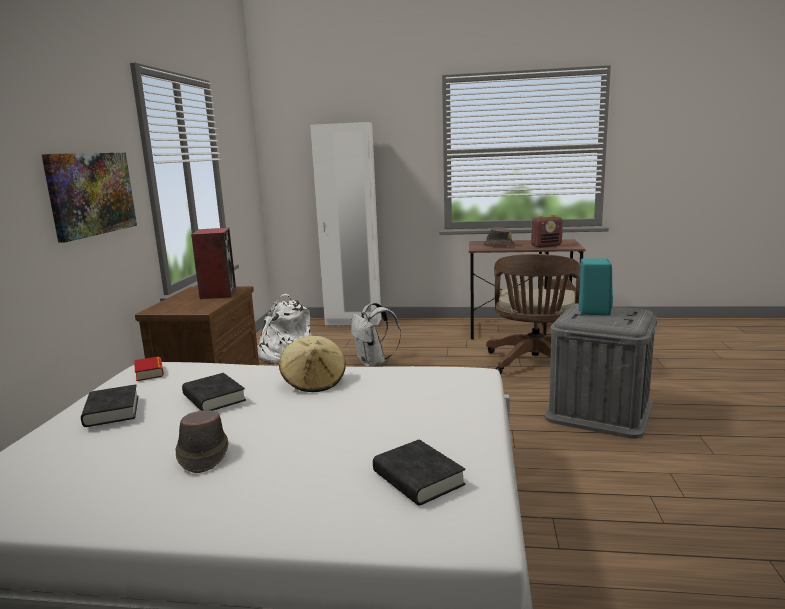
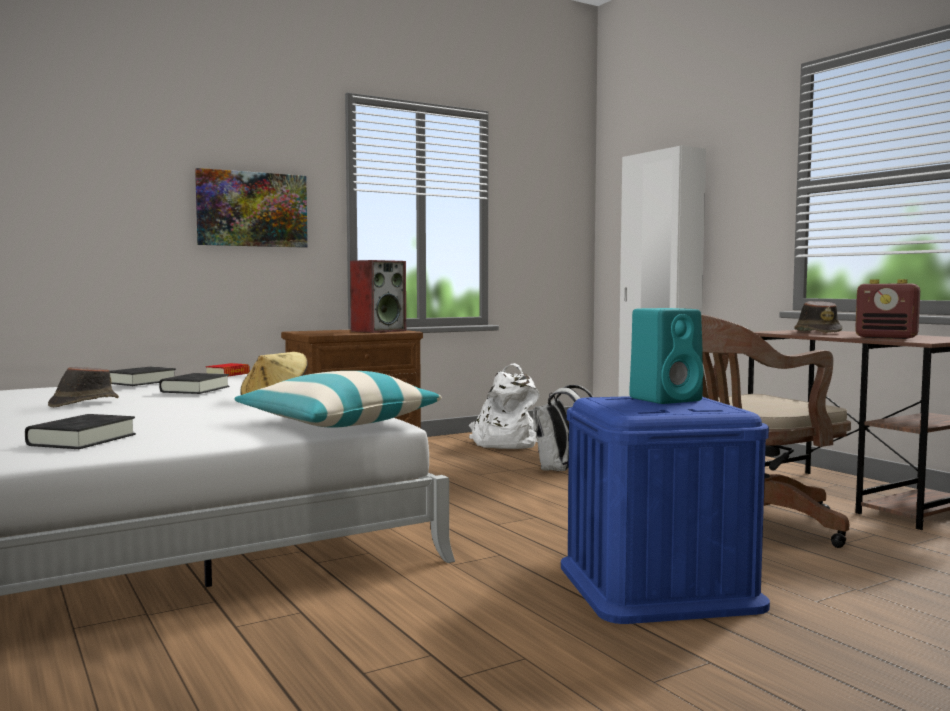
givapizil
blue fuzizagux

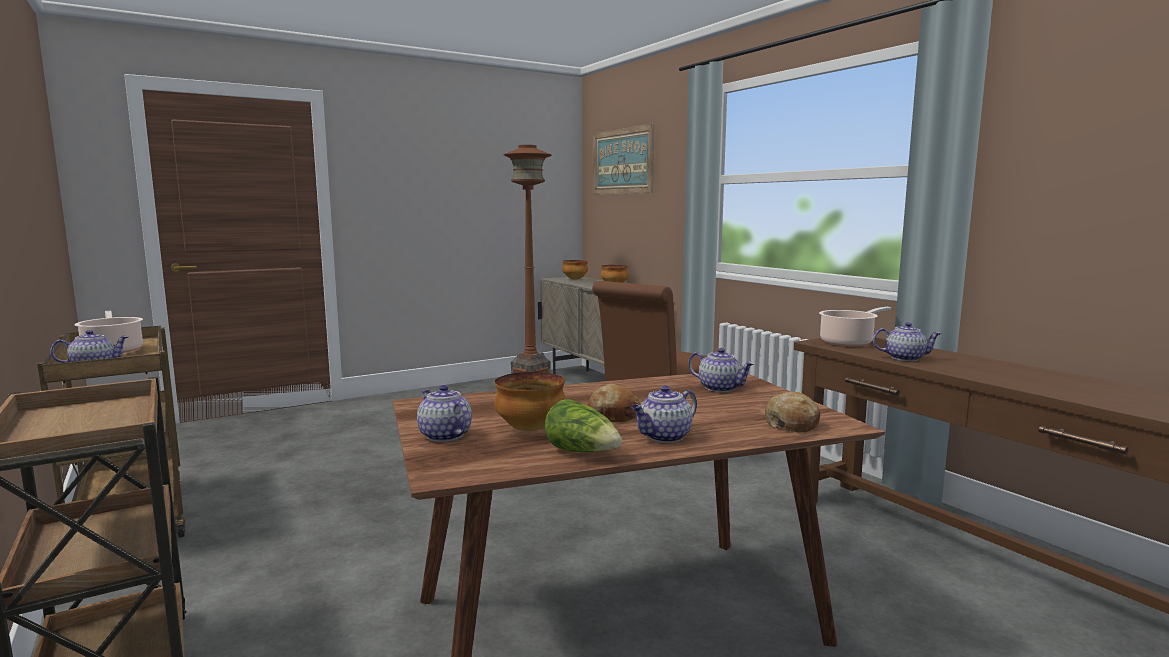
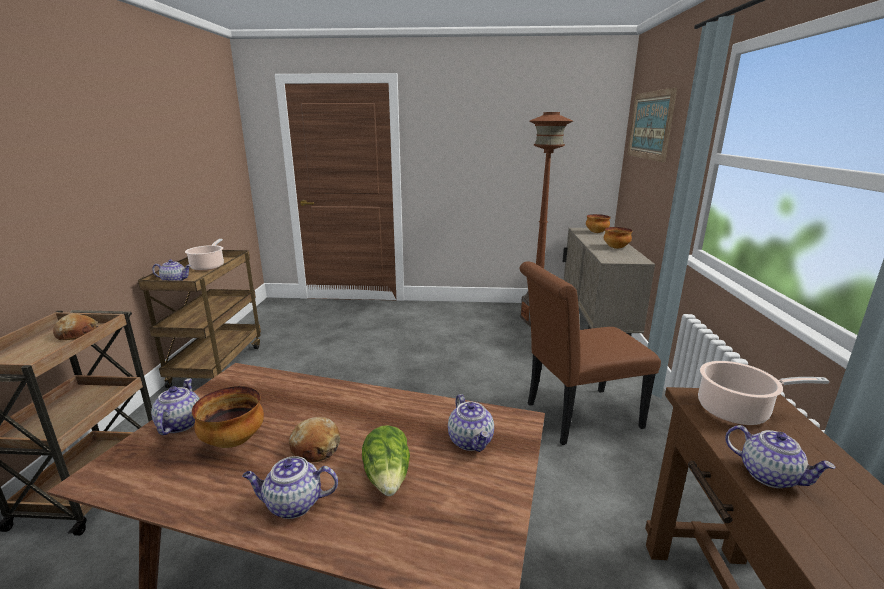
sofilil (no. 1 from left)
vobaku

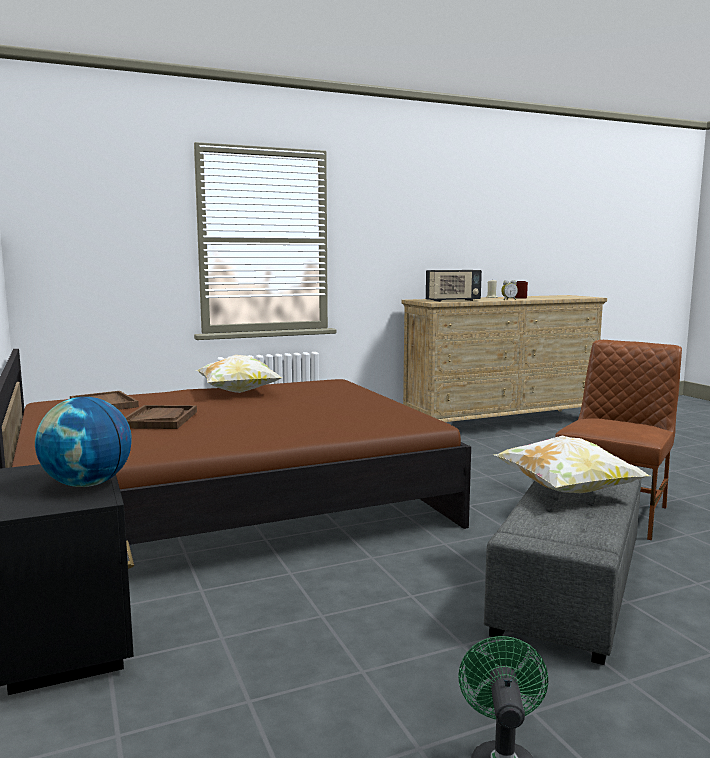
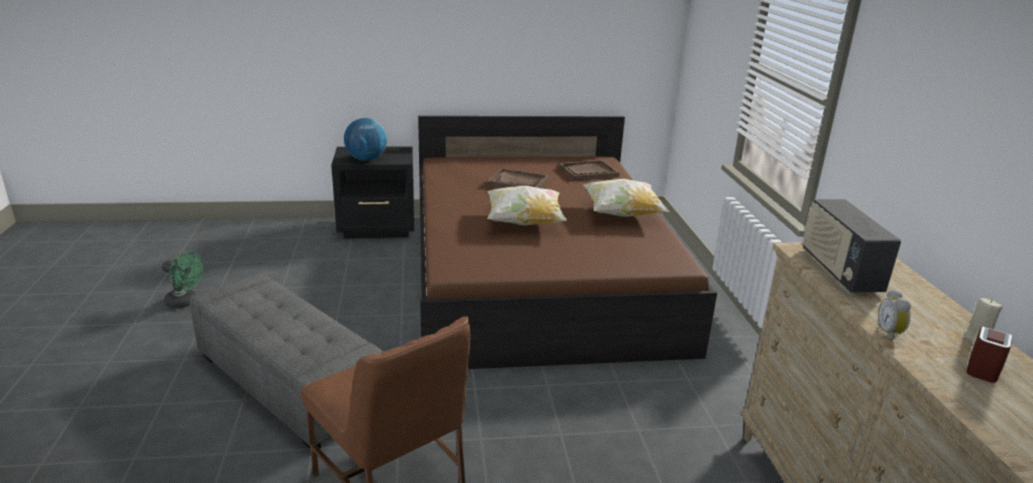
givapizil (no. 1 from left)

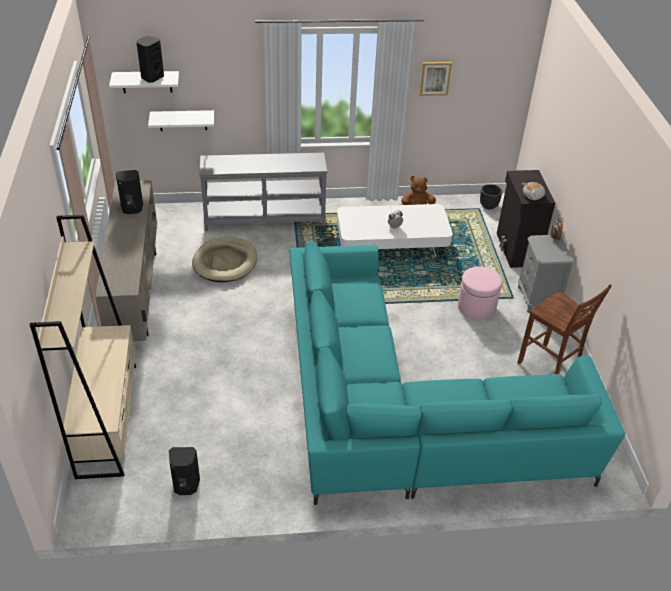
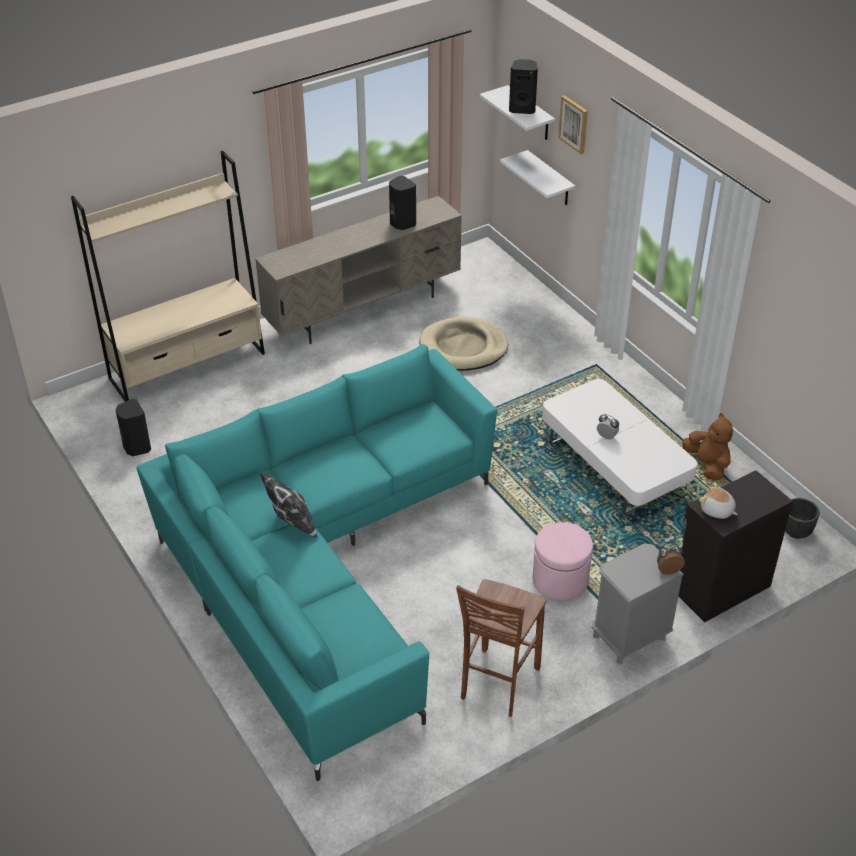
givapizil
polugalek
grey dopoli

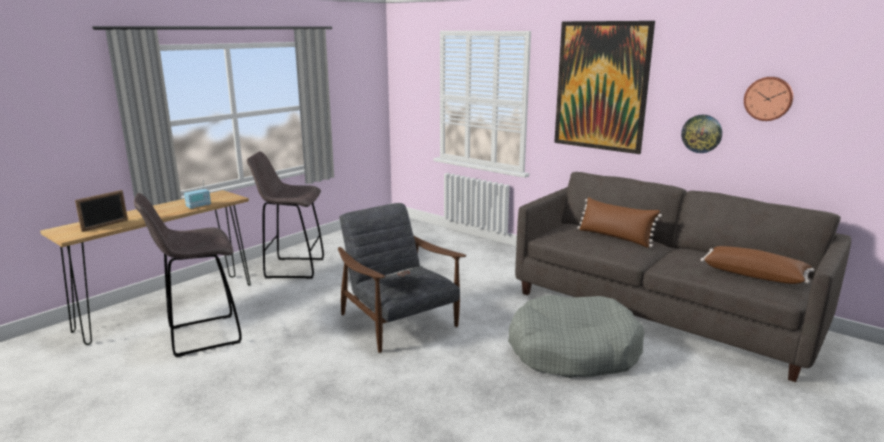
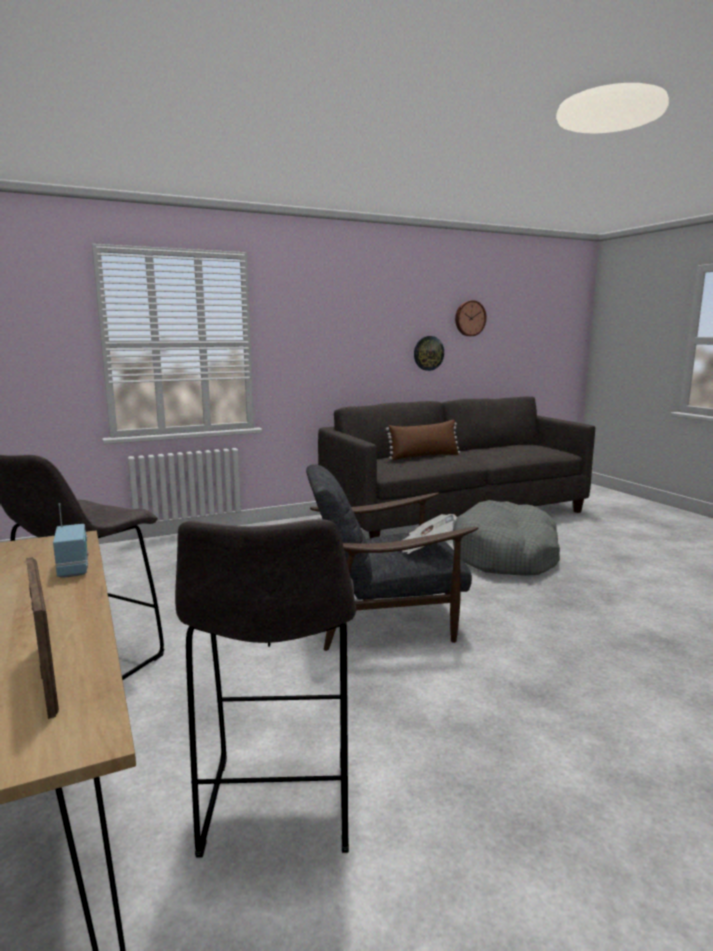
polugalek
brown givapizil (no. 2 from left in the first image)

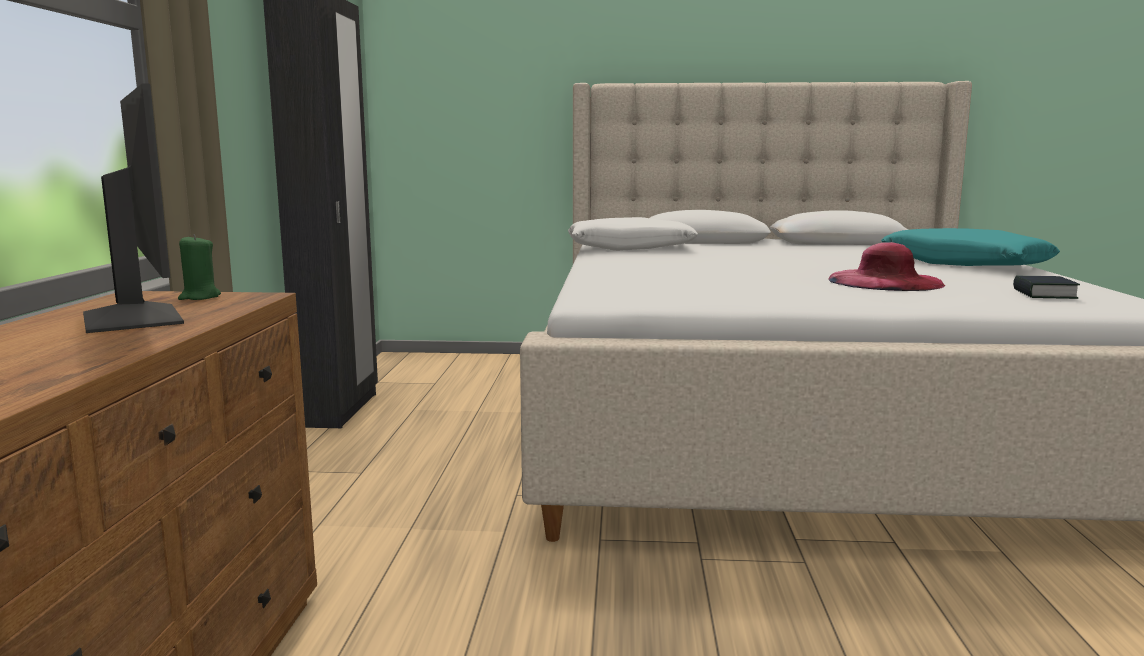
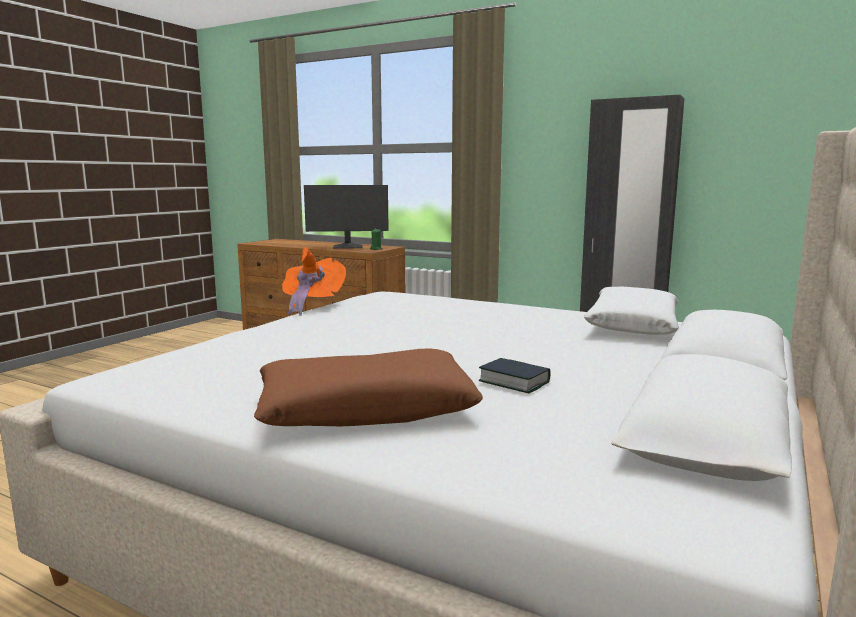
brown givapizil
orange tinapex
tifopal
pink tinapex

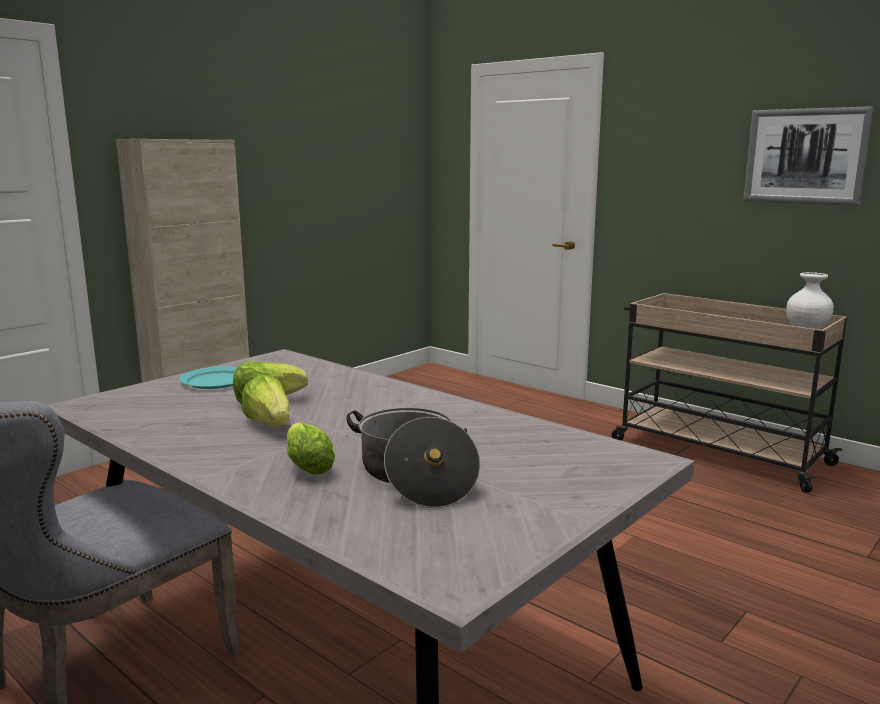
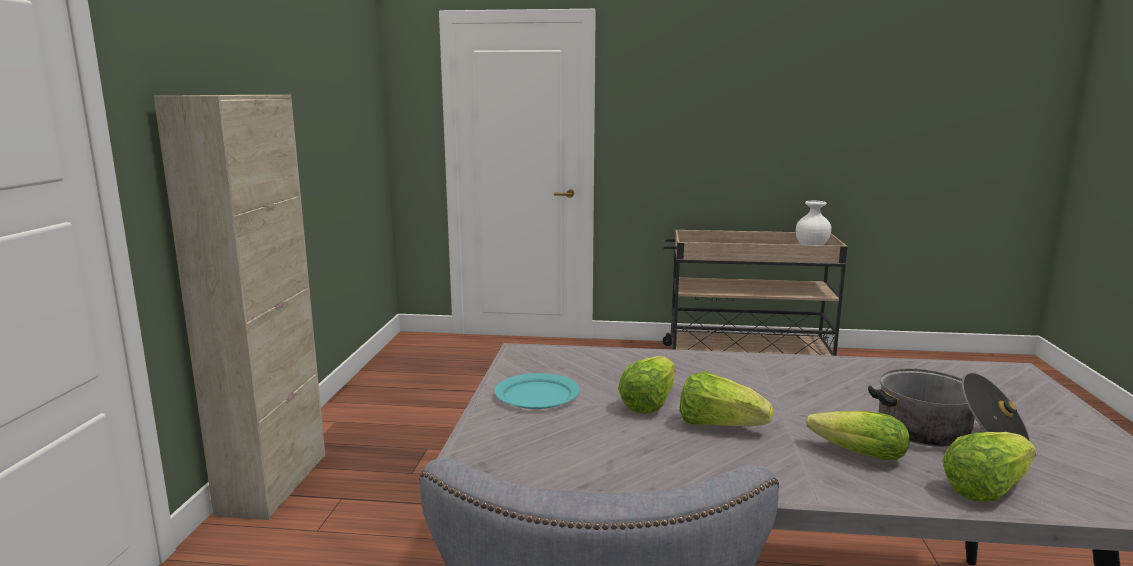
vobaku (no. 4 from left)
polugalek

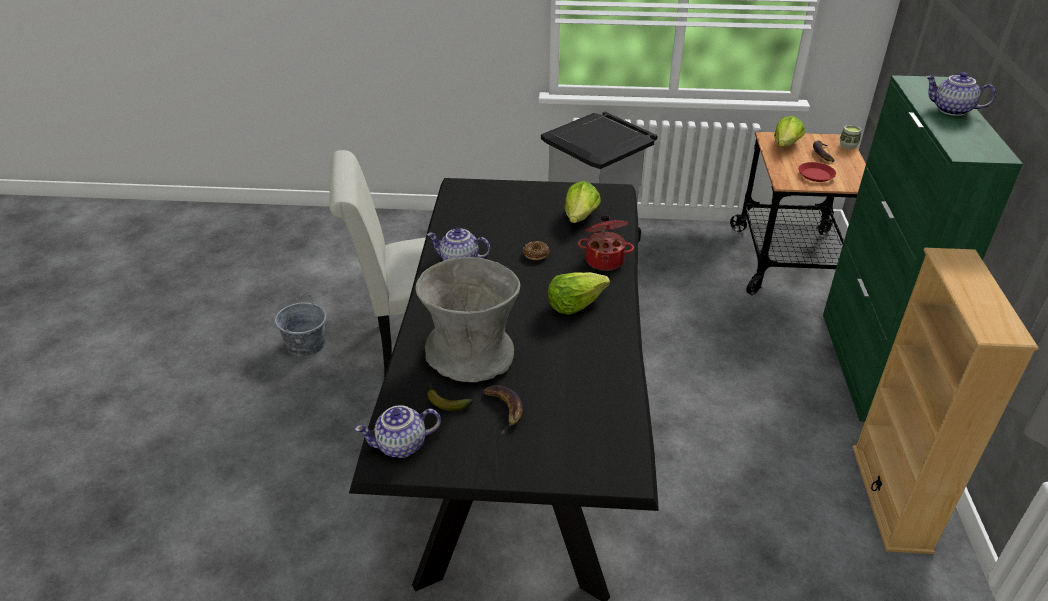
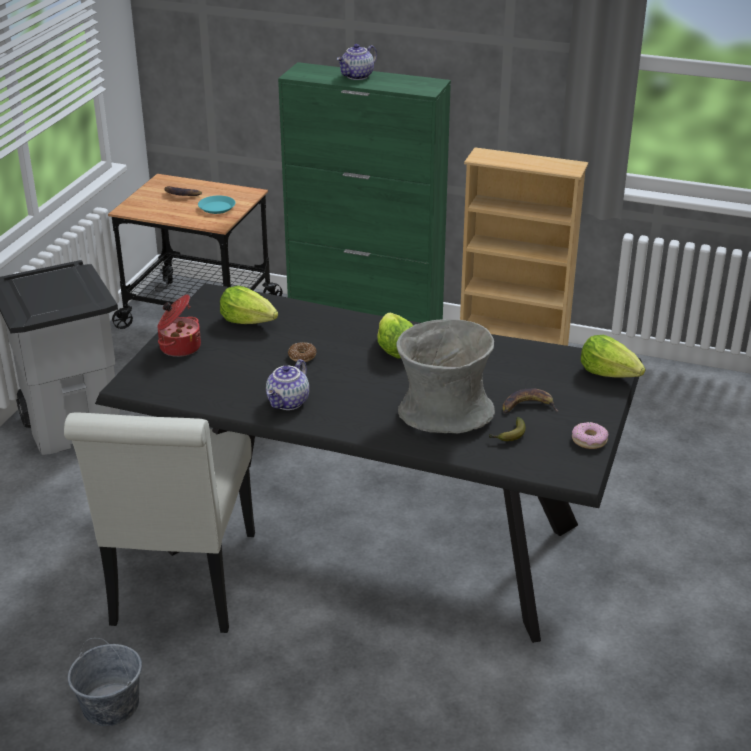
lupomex
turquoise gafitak
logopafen (no. 2 from left)
vobaku (no. 3 from left)
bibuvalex (no. 1 from left in the first image)
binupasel

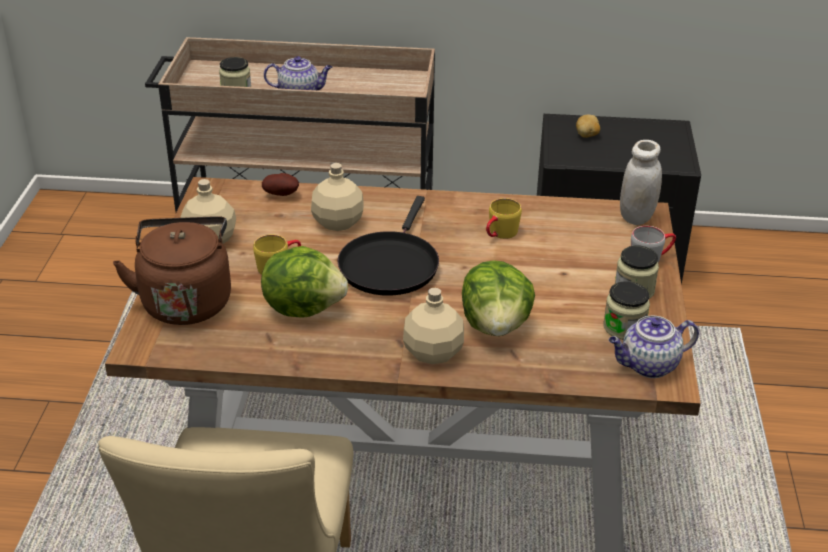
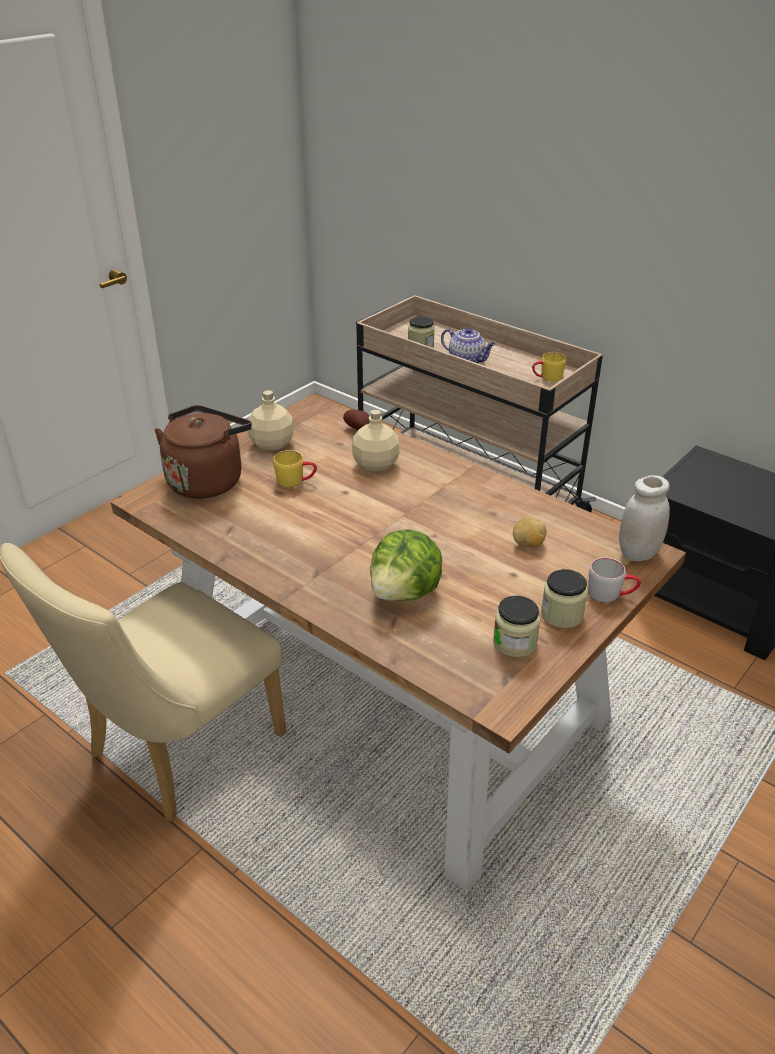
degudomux (no. 2 from left)
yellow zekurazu (no. 2 from left)
vobaku (no. 1 from left in the first image)
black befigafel
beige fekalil (no. 3 from left in the first image)
bibuvalex (no. 2 from left in the first image)

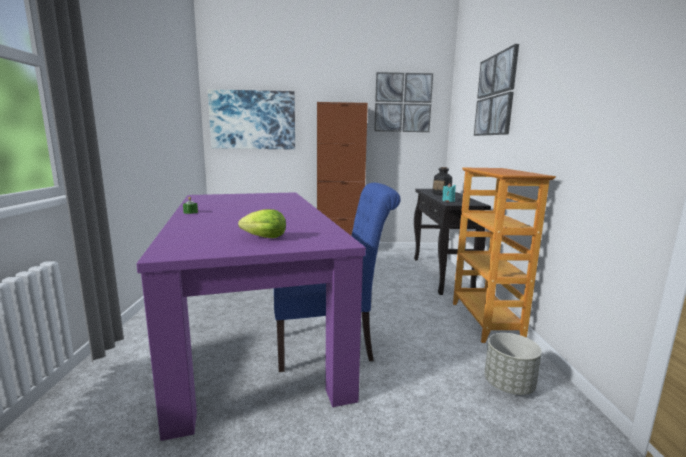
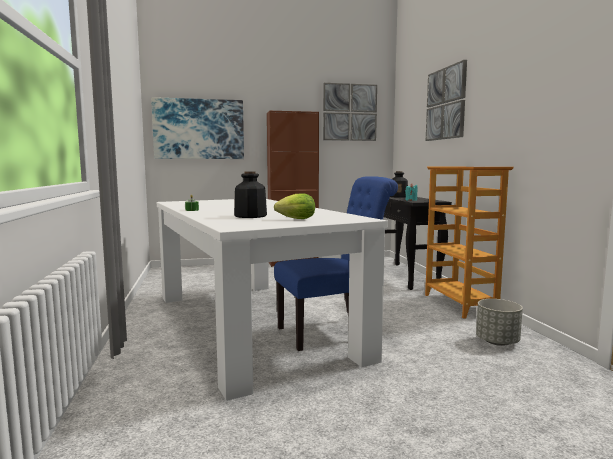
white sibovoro
fekalil (no. 1 from left)

